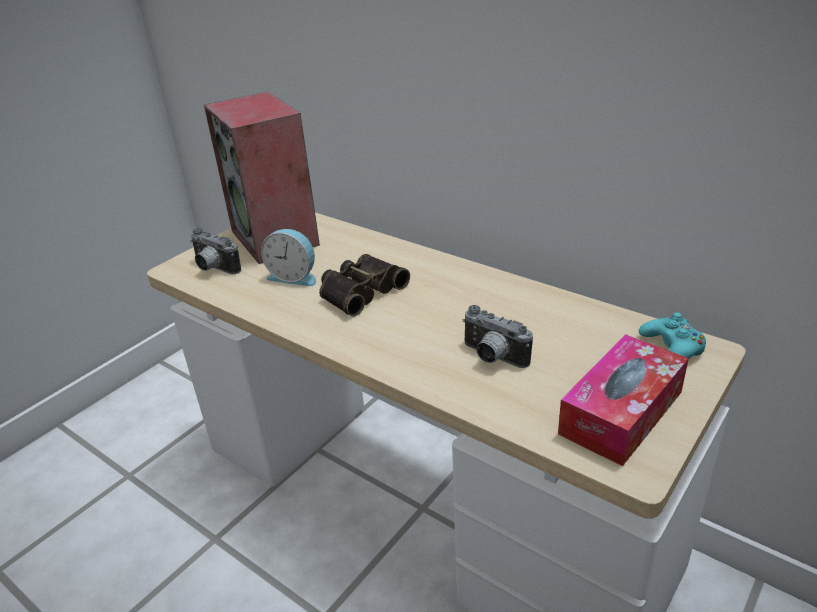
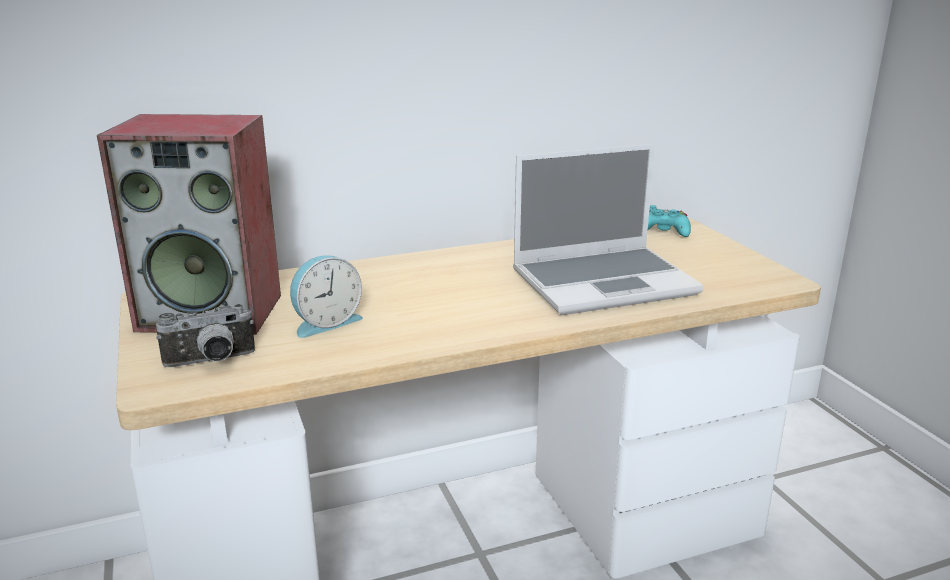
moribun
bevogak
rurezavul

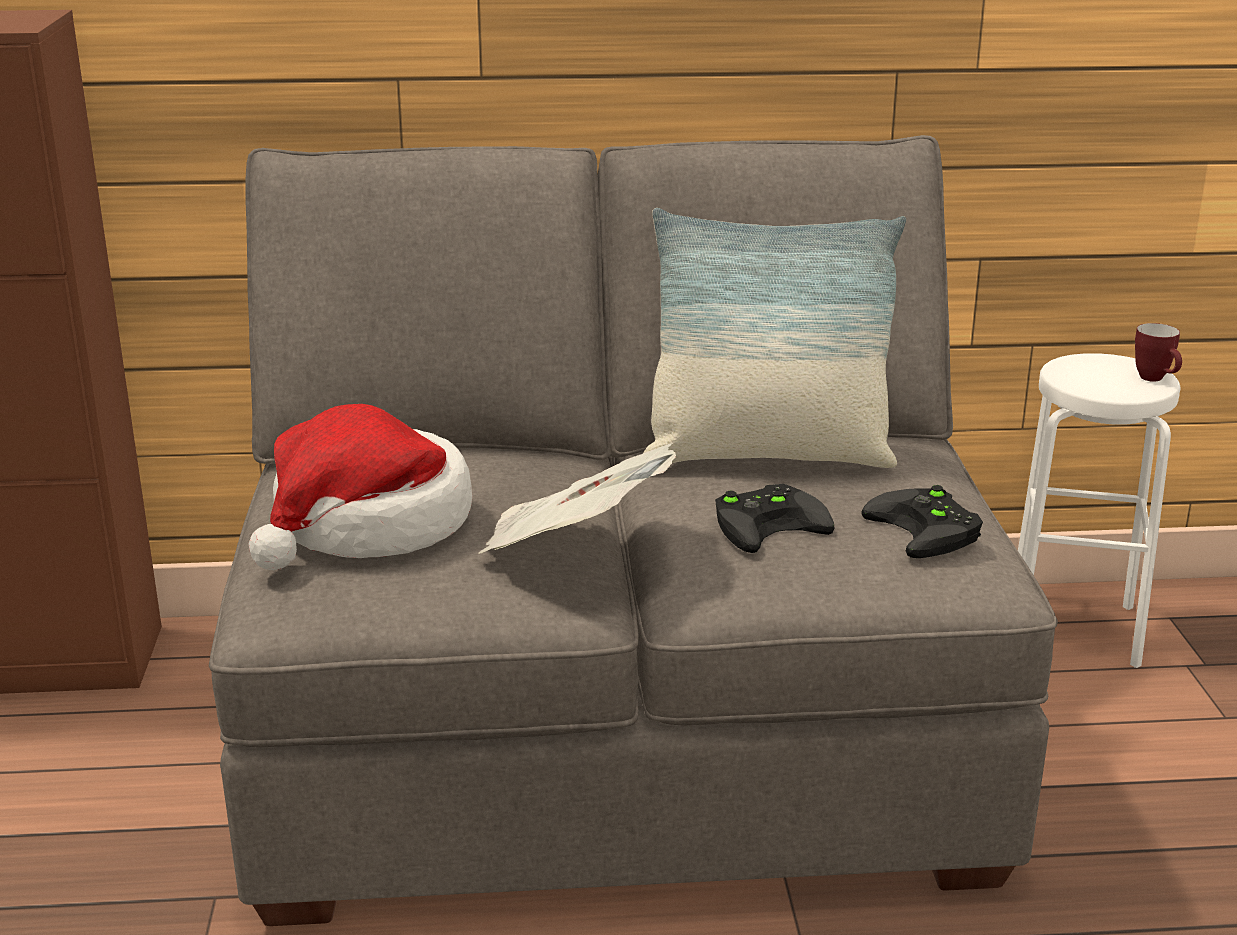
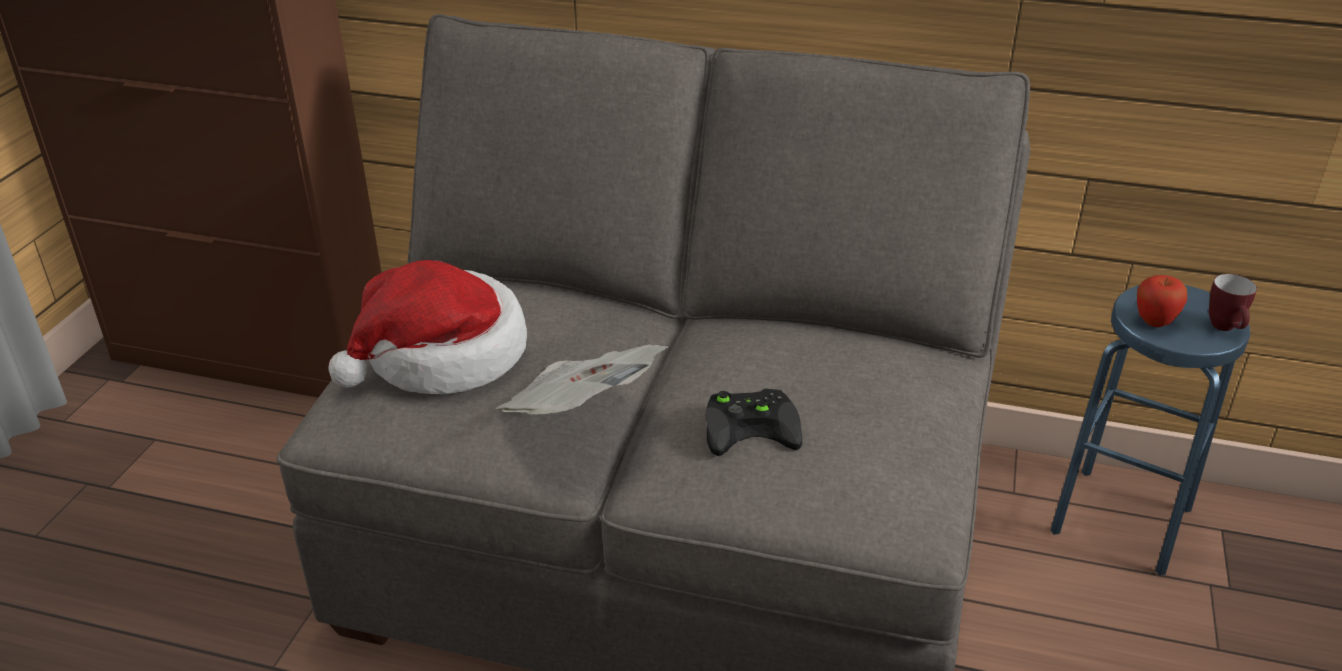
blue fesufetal
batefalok
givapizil
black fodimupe (no. 2 from left in the first image)

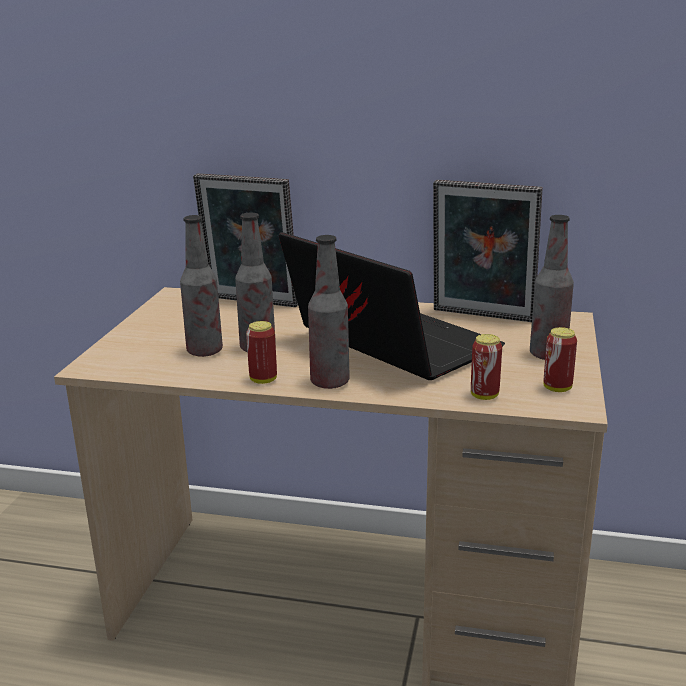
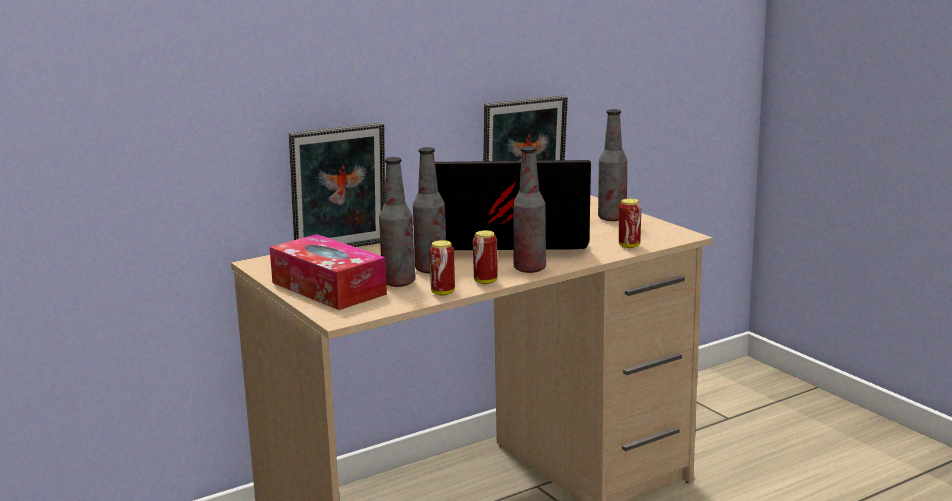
rurezavul
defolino (no. 1 from left)

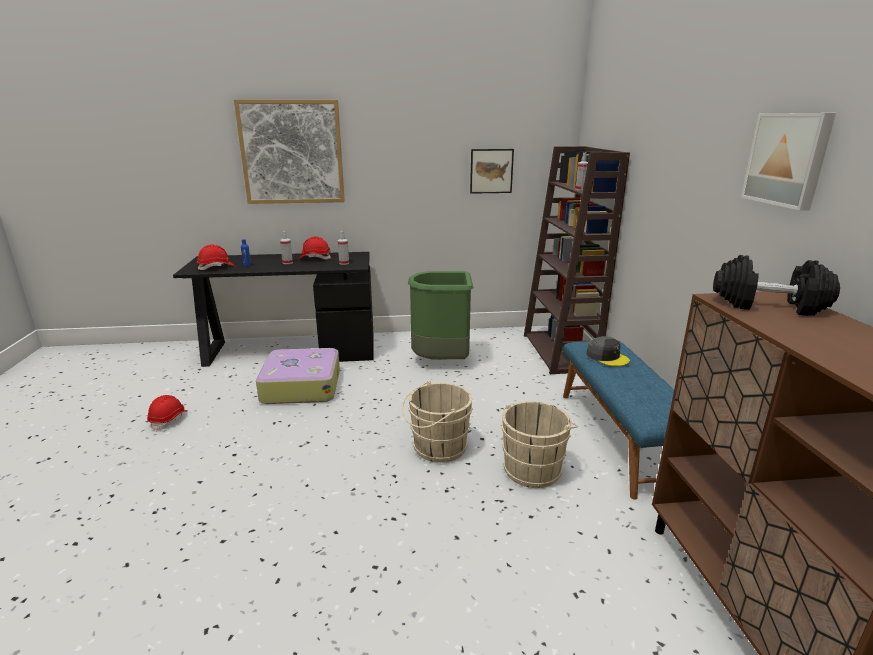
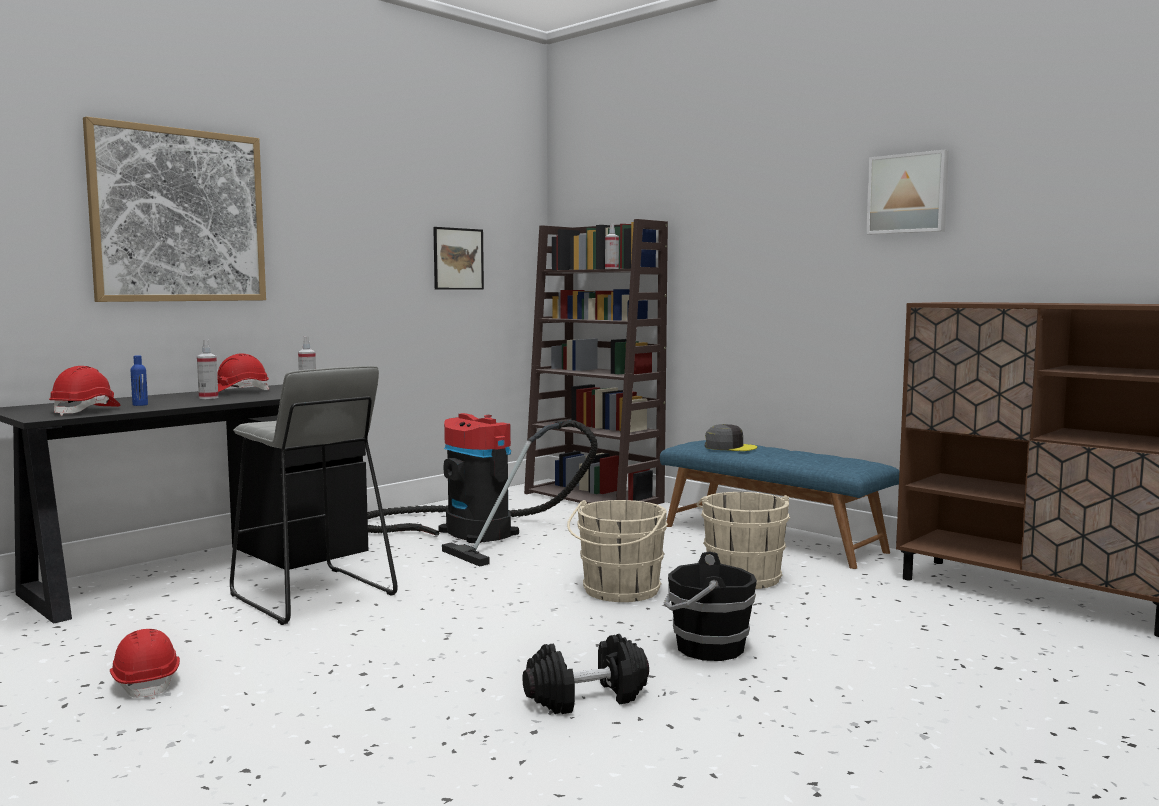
grey fesufetal
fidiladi
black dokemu
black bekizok

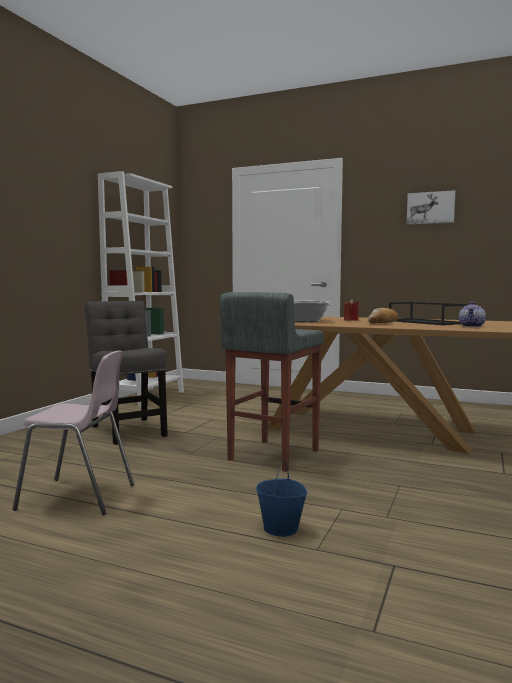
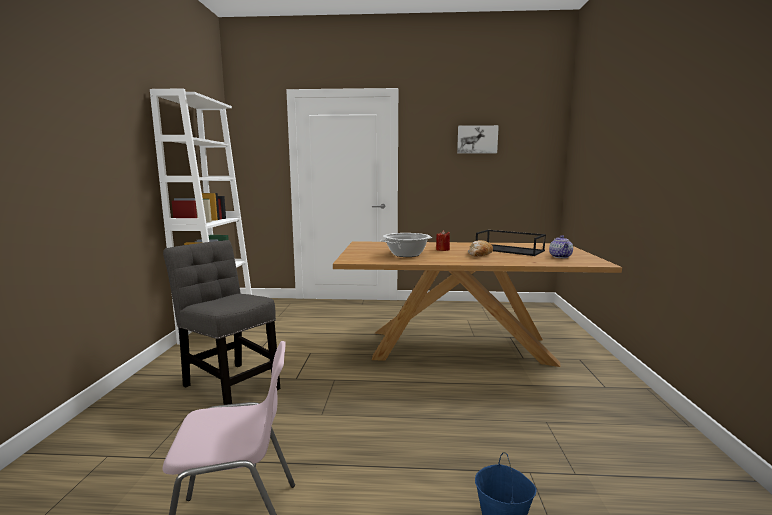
grey fesufetal

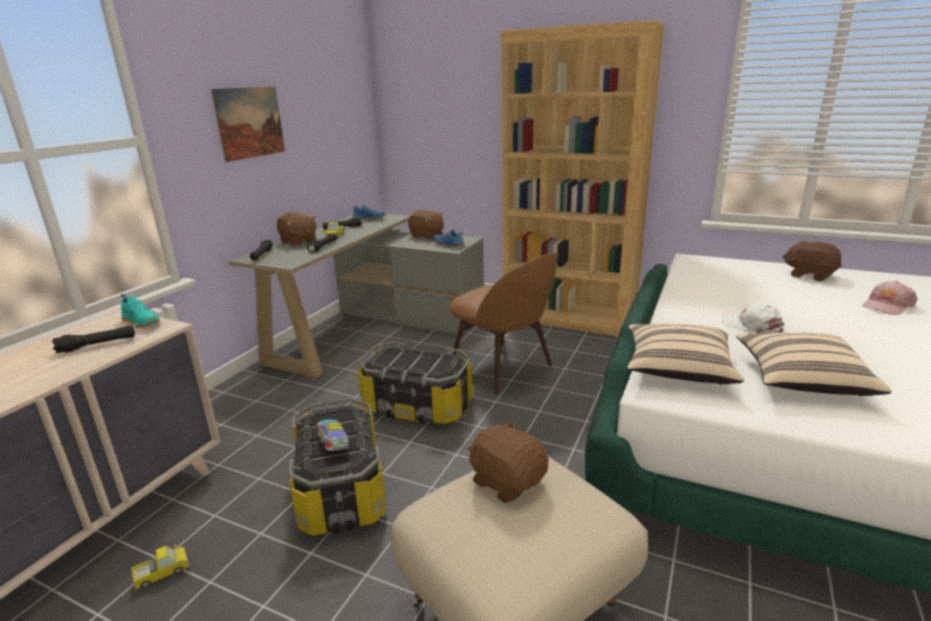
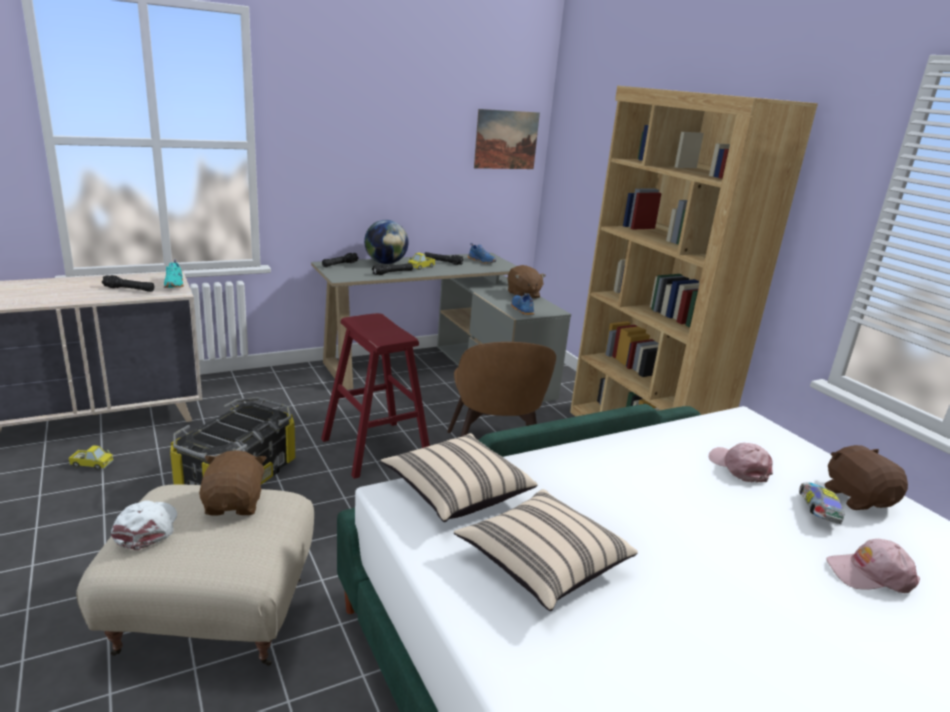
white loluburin
red fesufetal
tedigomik
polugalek
pink loluburin (no. 1 from left)
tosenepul

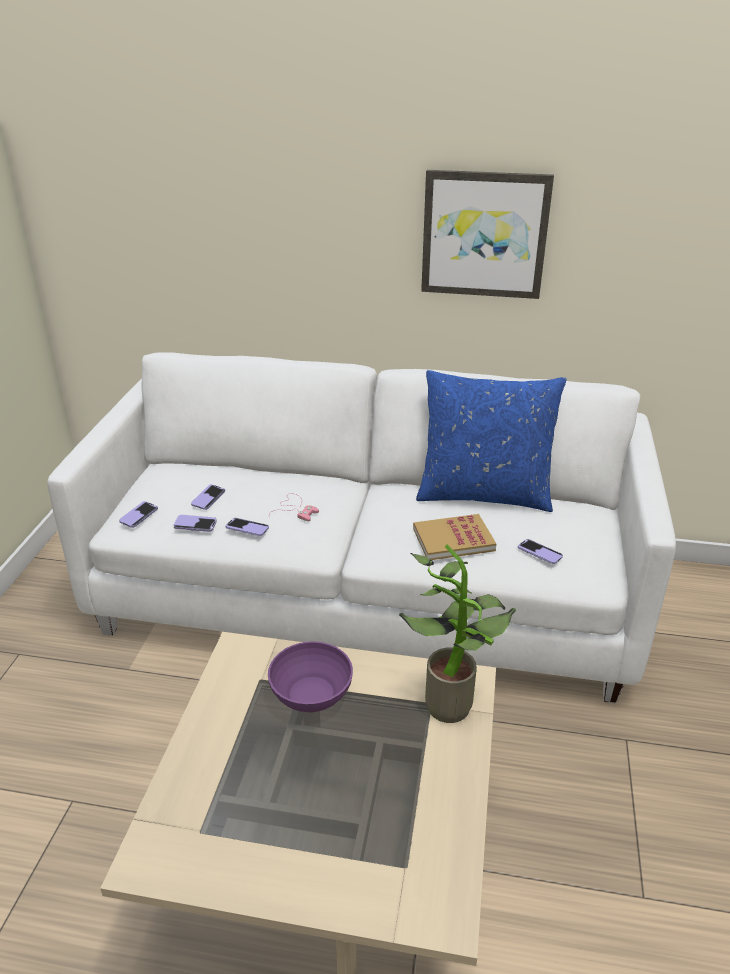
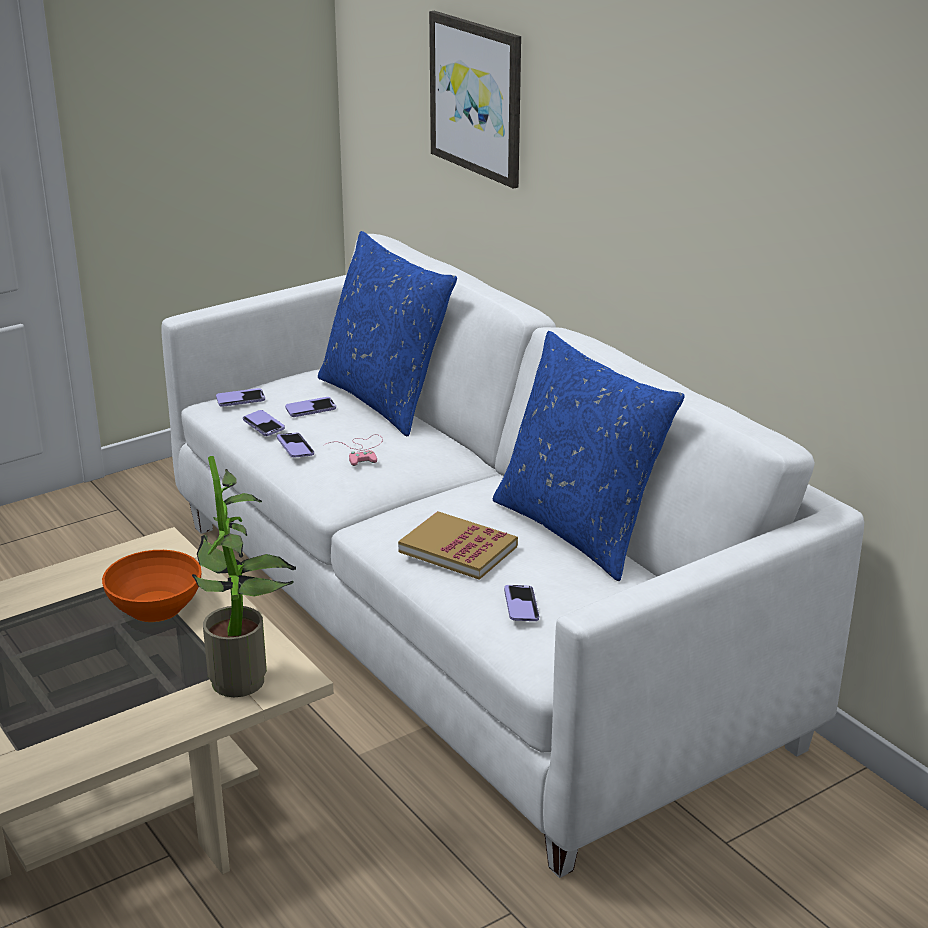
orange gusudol
blue givapizil (no. 1 from left)
polugalek

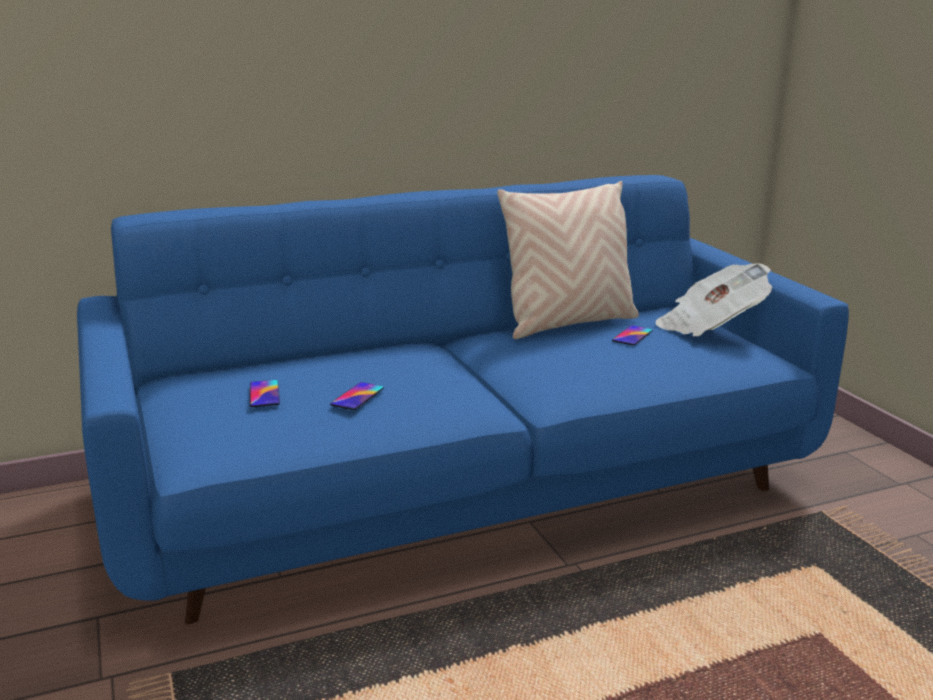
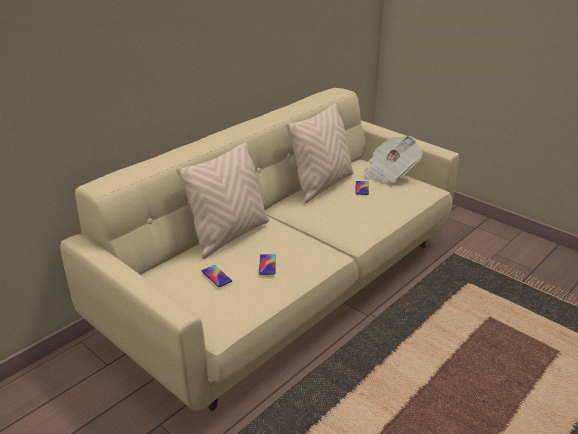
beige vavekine
beige givapizil (no. 1 from left)

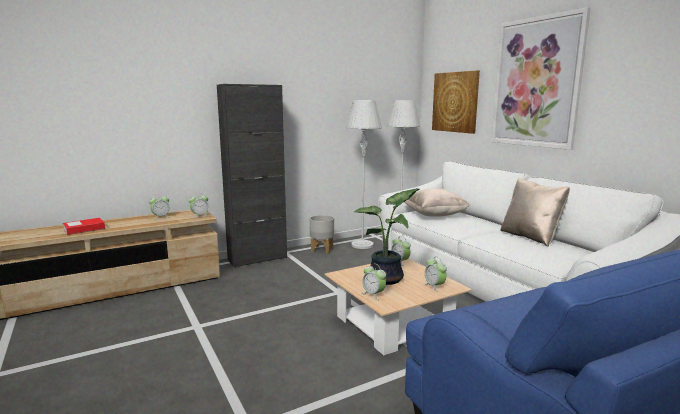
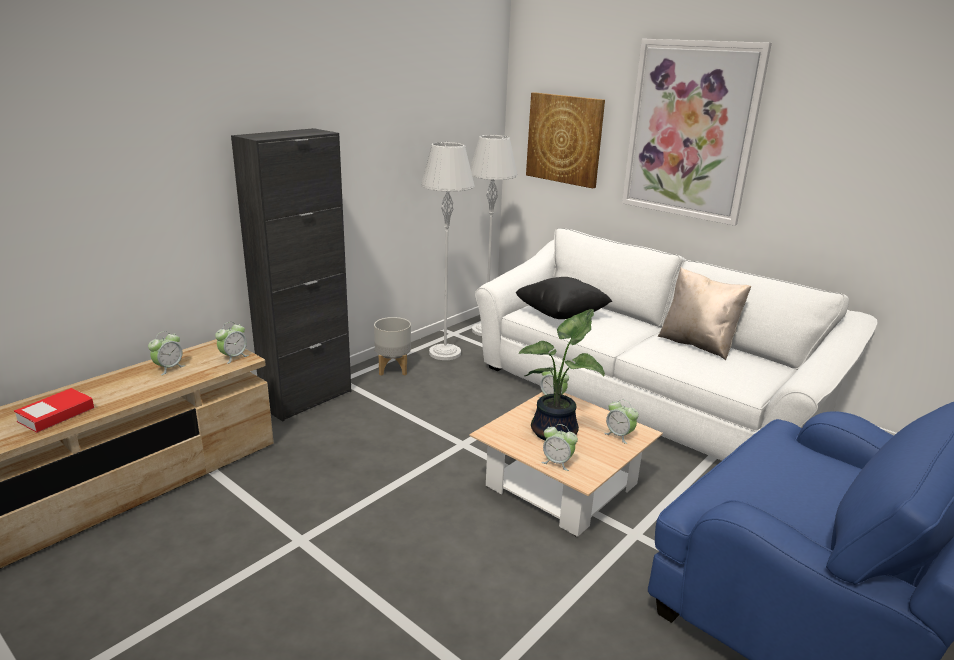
black givapizil

